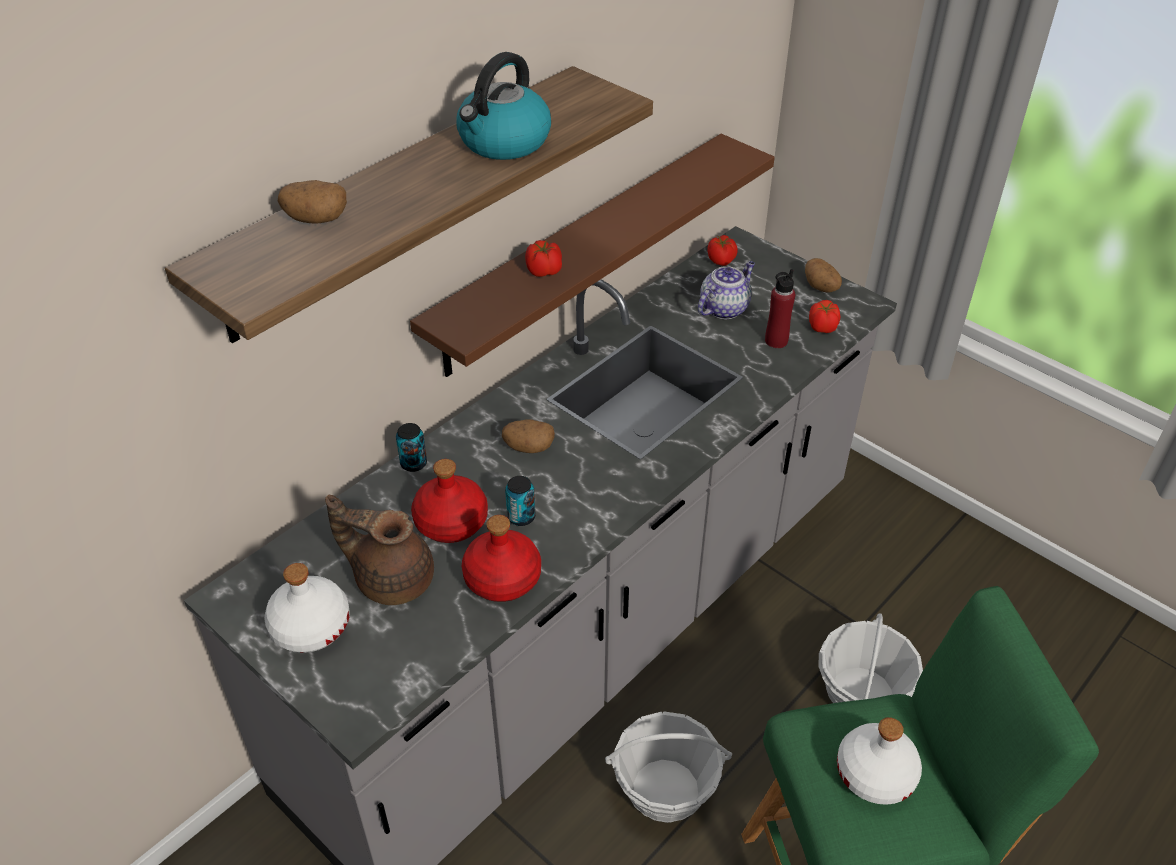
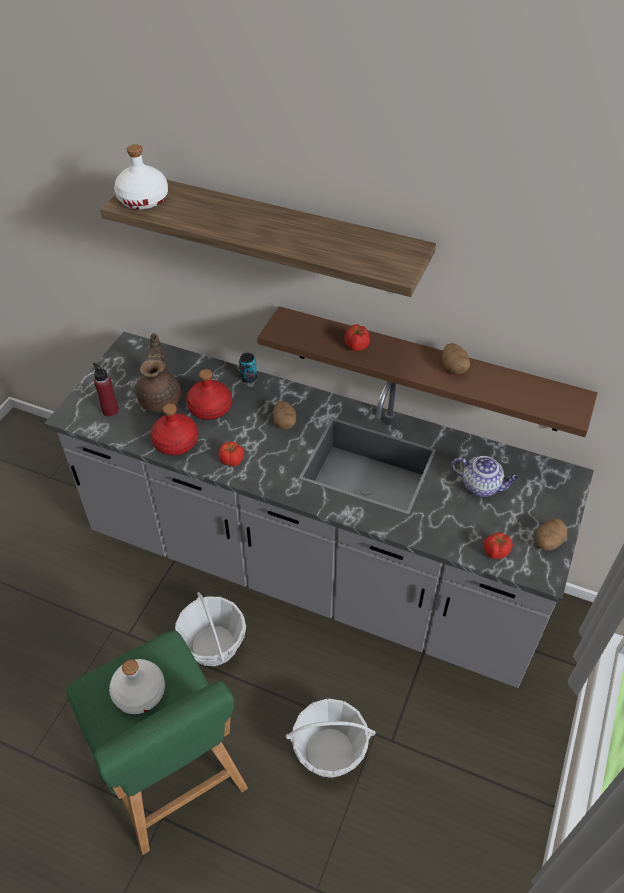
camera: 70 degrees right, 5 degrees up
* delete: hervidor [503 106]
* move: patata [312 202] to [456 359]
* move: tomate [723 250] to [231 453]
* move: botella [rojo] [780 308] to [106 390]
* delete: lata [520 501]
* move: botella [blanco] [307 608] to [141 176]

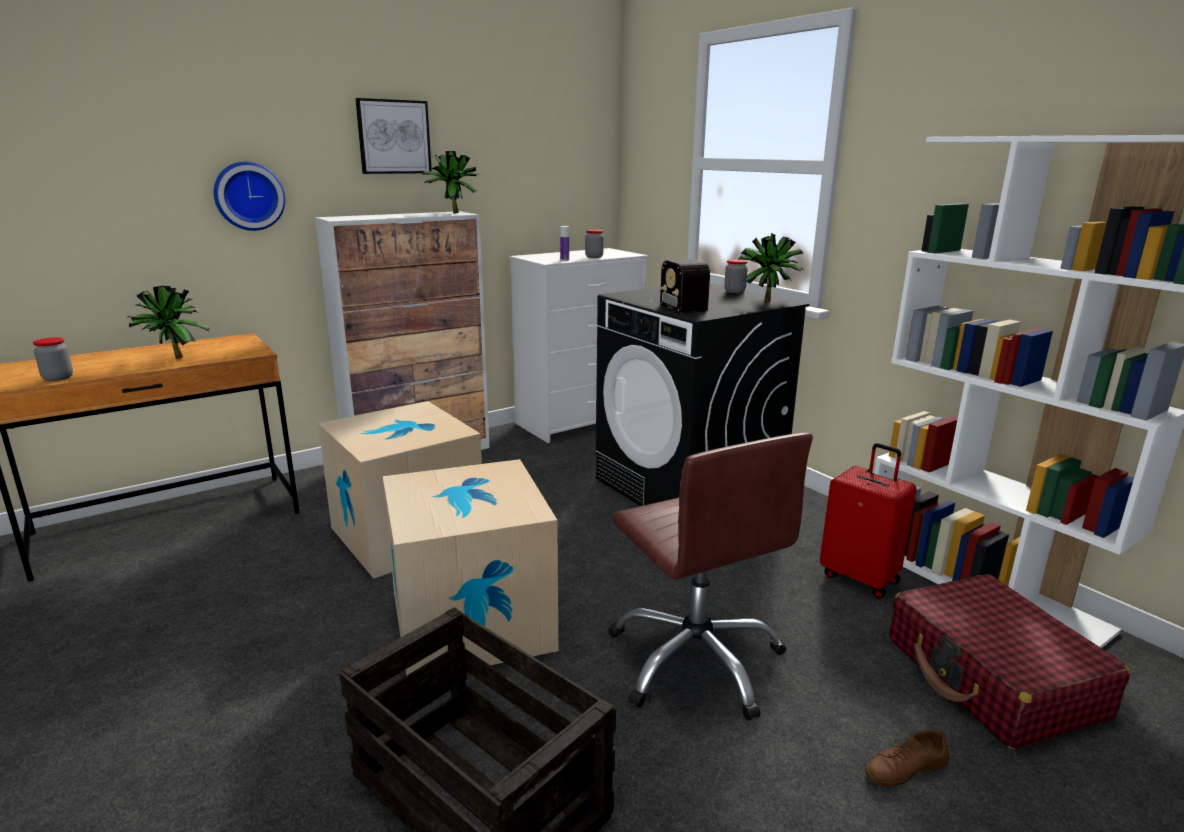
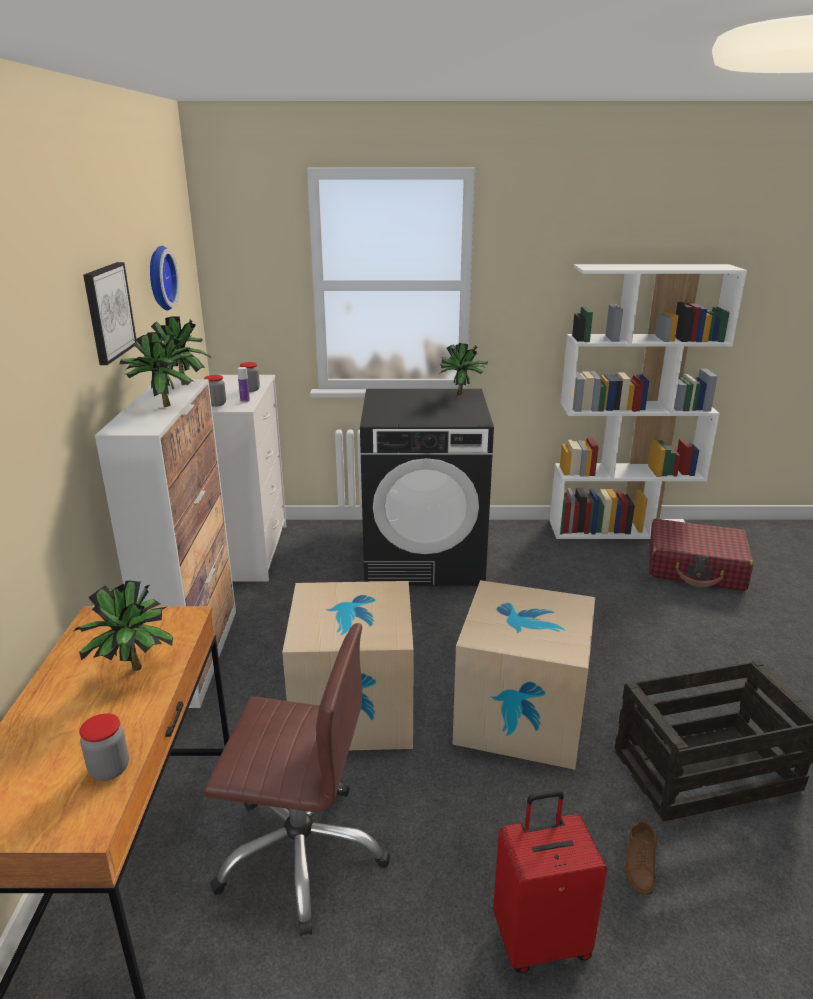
camera: 55 degrees left, 5 degrees up
* move: reloj de pared [249 196] to [164 278]
* delete: radio [680 286]
* move: tarro [736 276] to [215 391]
* move: silla de oficina [marrón] [710 576] to [297 779]
* move: maleta [rojo] [868 521] to [550 881]
* move: zapato [marrón] [907 758] to [641 857]
* insert: planta en maceta [157 369]

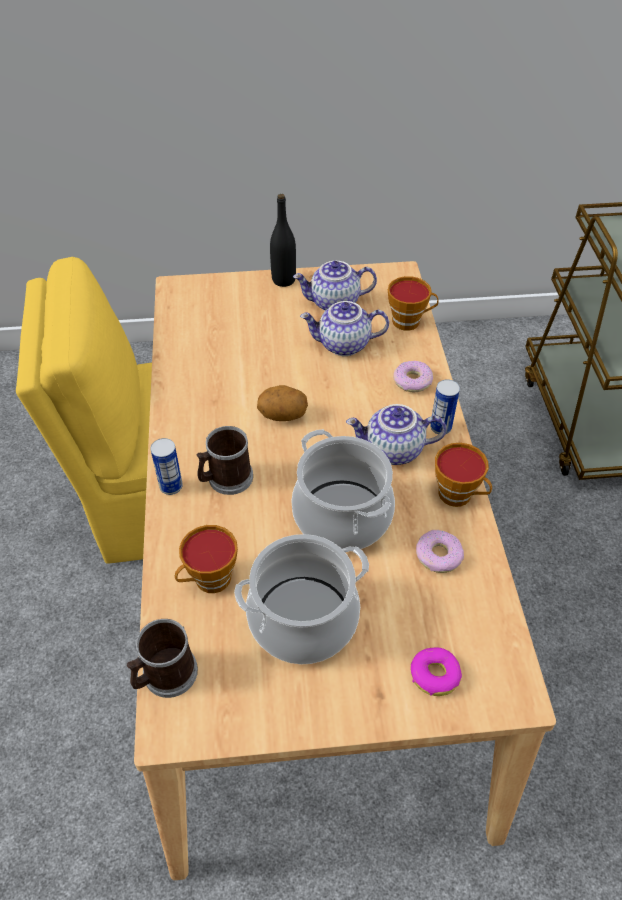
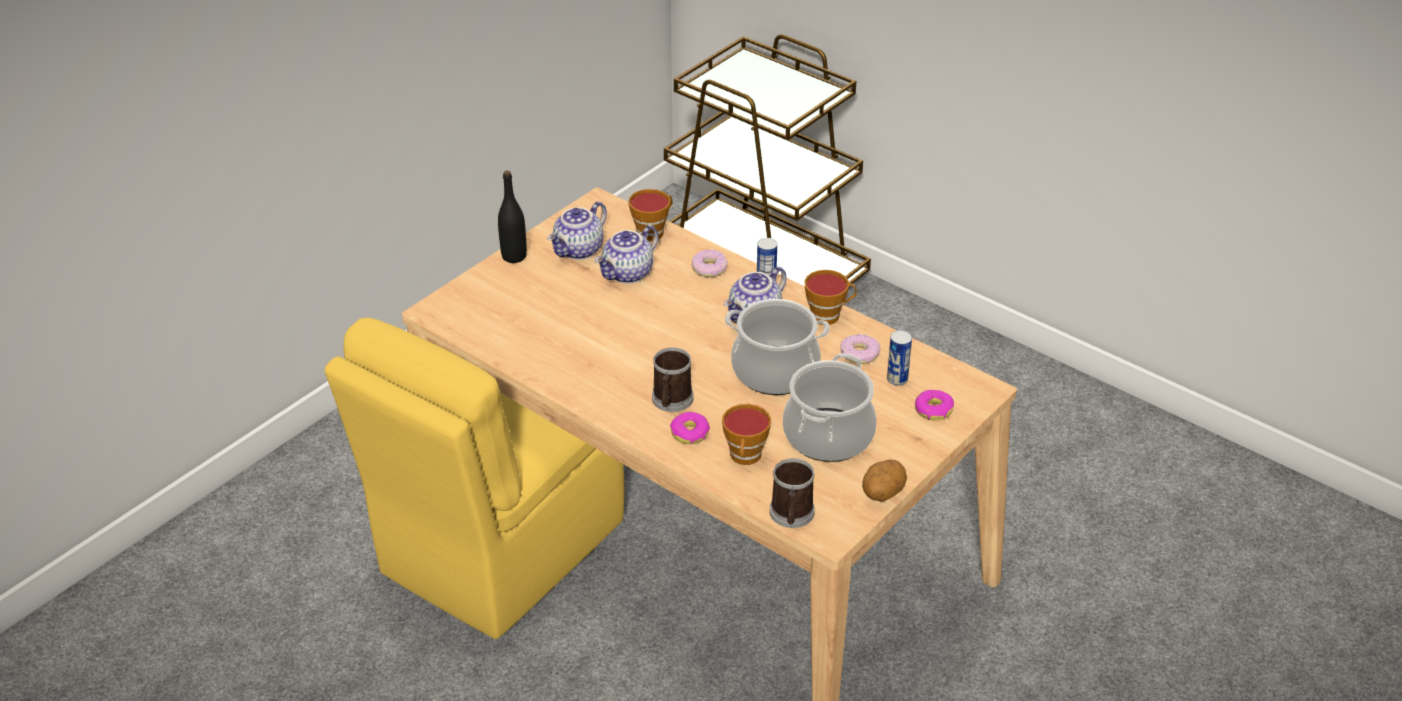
camera: 45 degrees left, 10 degrees down
* move: patata [282 403] to [884 480]
* move: lata [166 466] to [899 358]
* insert: rosquilla [690 428]

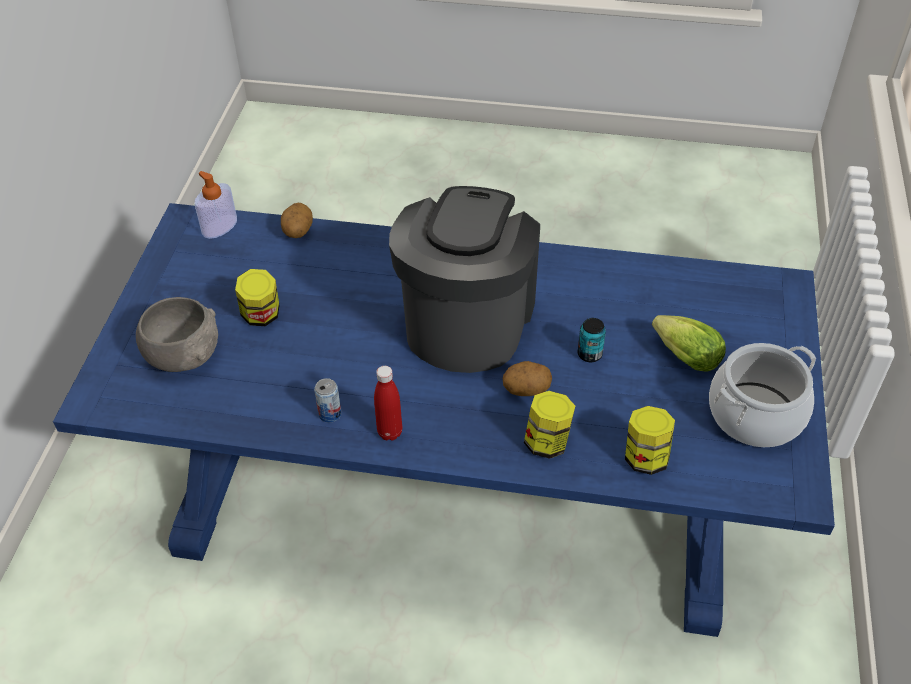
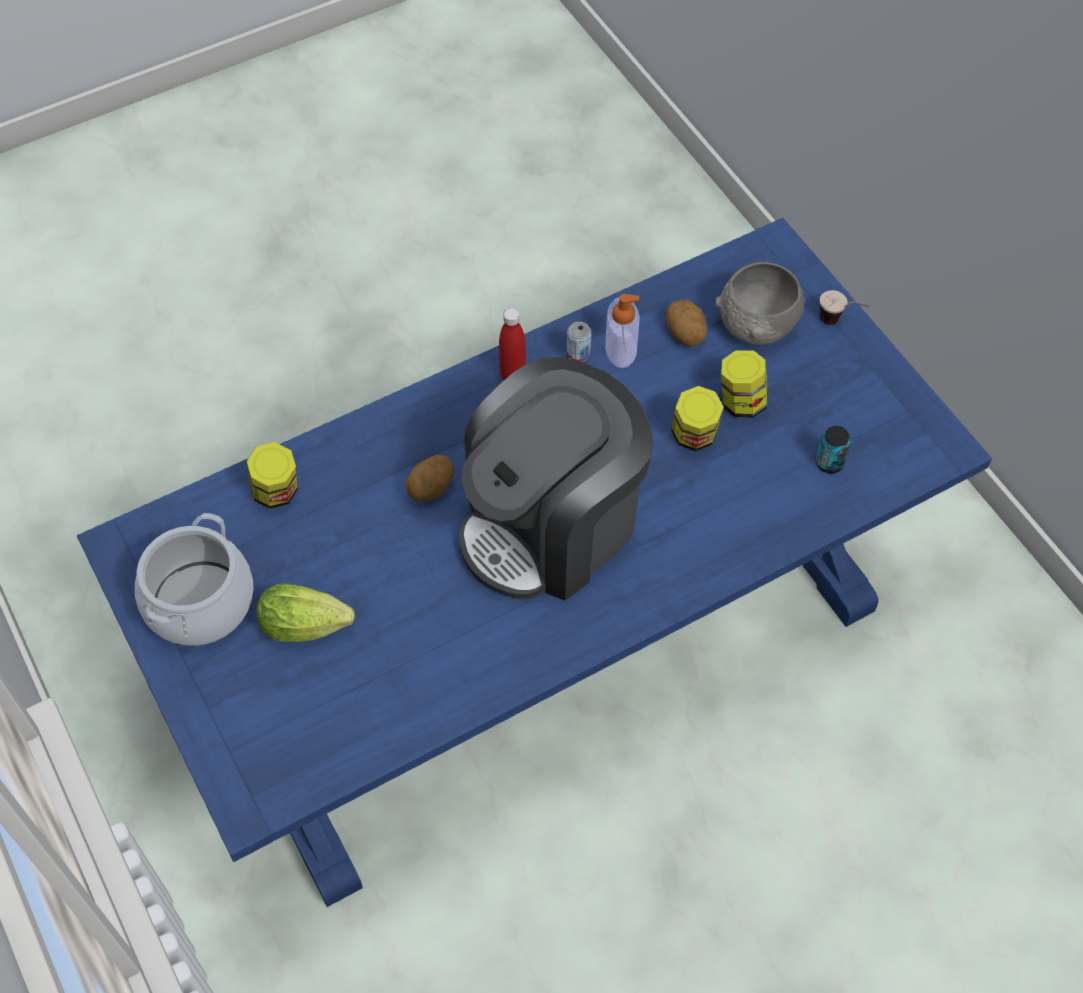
camera: 140 degrees right, 10 degrees up
* move: dispensador de jabón [215 205] to [622 331]
* rotate: cafetera [464 279] = [556 479] 75 degrees clockwise
* move: patata [297 220] to [686 323]
* move: lata [592 340] to [833 449]
* move: tarro [549 425] to [697 418]
* insert: taza [844 307]

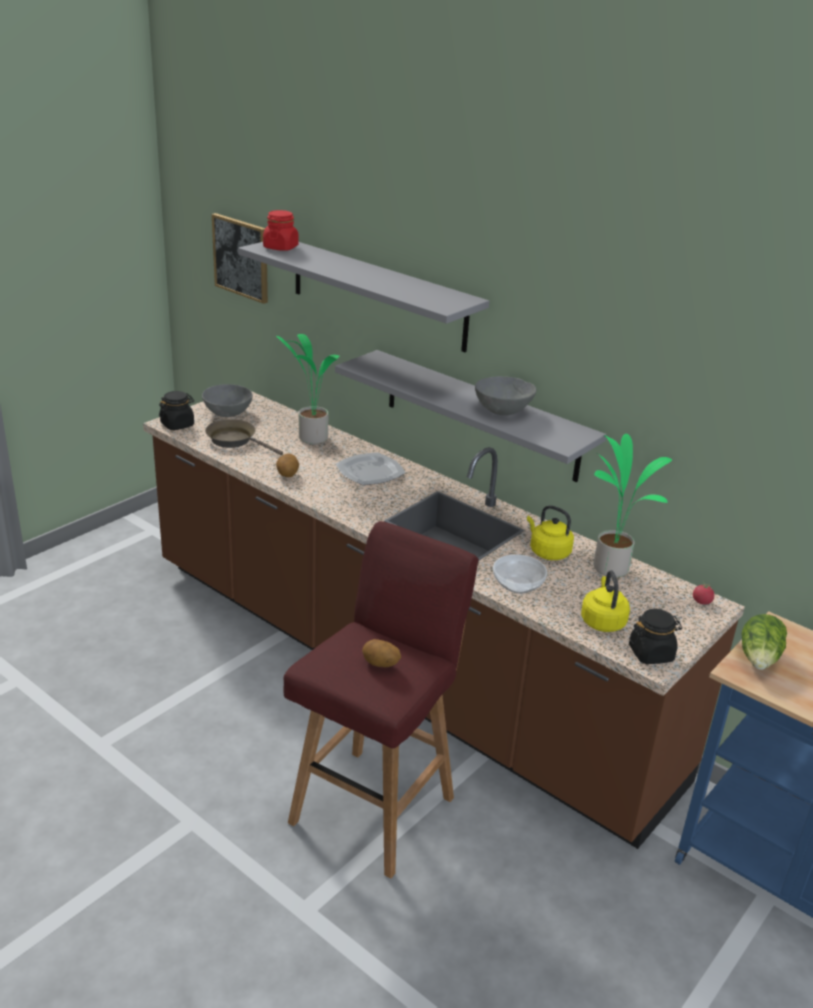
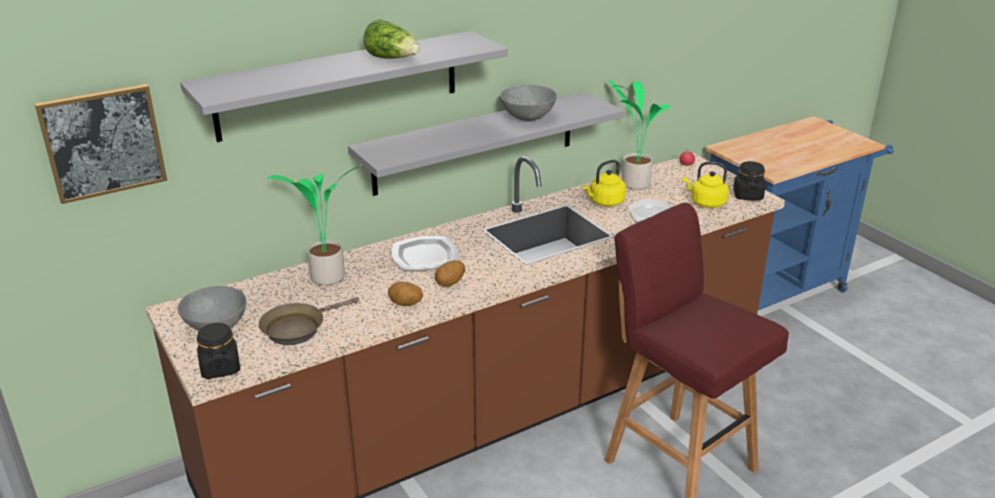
camera: 70 degrees left, 0 degrees up
* delete: tarro [rojo] [281 230]
* move: lechuga [764 642] to [391 38]
* move: patata [381 653] to [450 273]

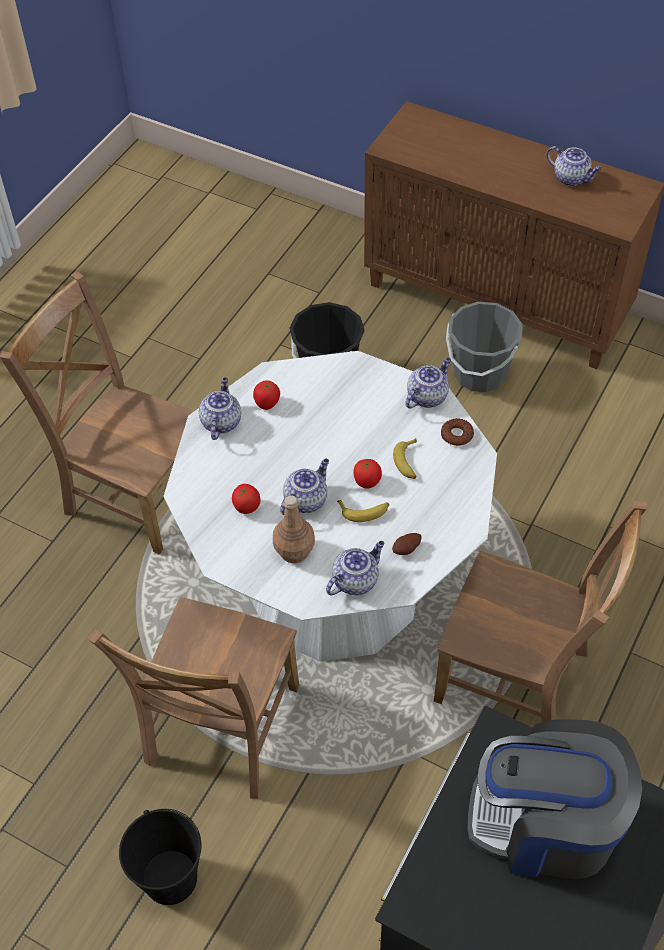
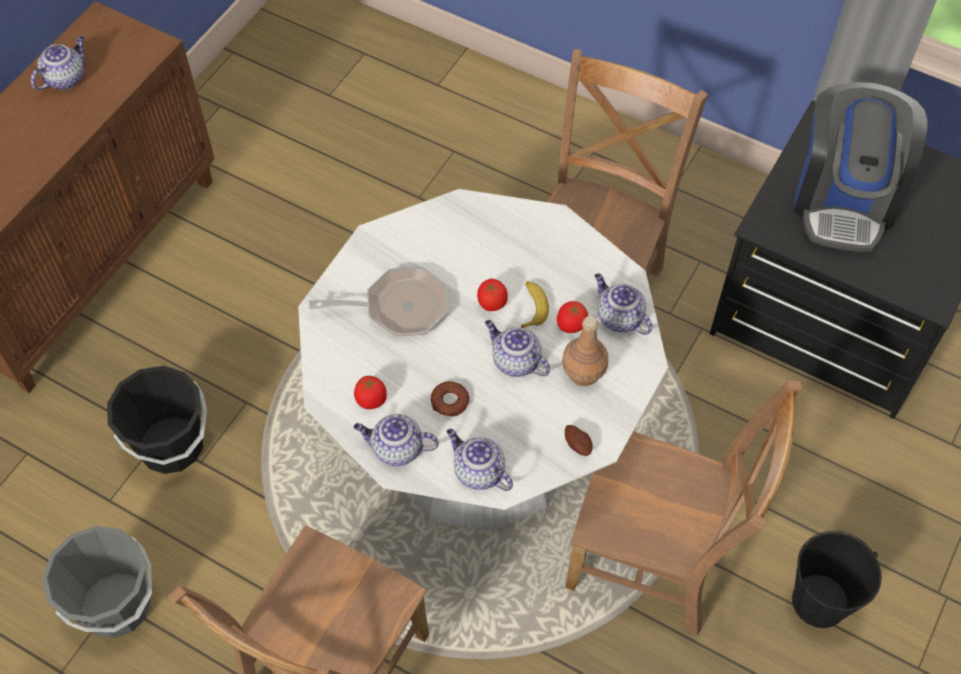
camera: 90 degrees left, 5 degrees up
* move: cubo [gris] [484 347] to [97 582]
* move: tetera [428 383] to [480 460]
* move: rosquilla [457 432] to [450 398]
* delete: plátano [405 458]
* move: tomate [246 499] to [572 317]
* move: patata [407 544] to [579 440]
* insert: sartén [379 301]

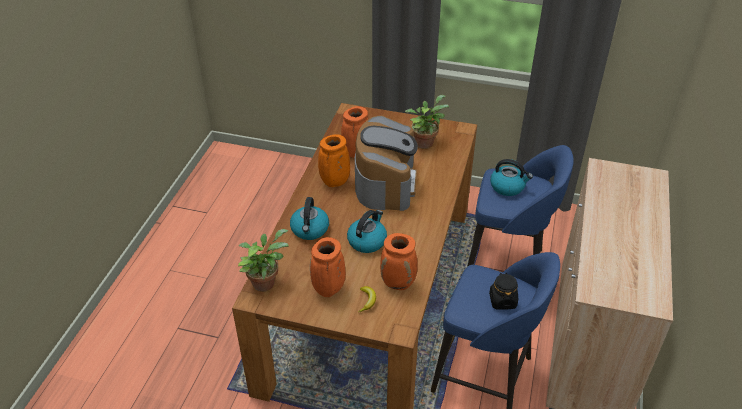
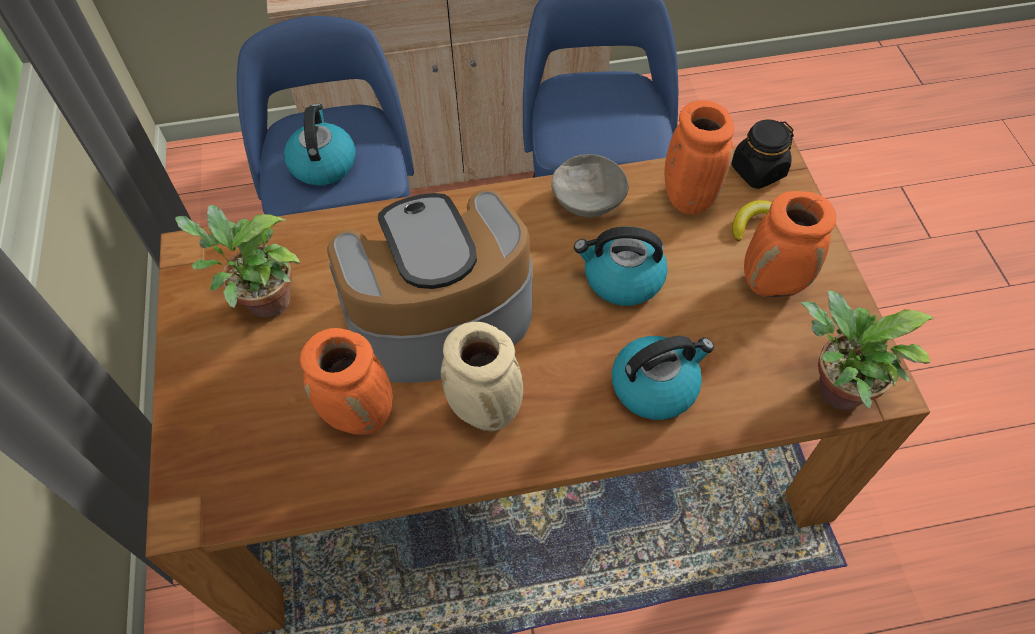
camera: 115 degrees left, 15 degrees up
* recolor: florero [naranja] [334 160] to florero [beis] [482 376]
* move: tarro [negro] [503 291] to [762 154]
* insert: cuenco [gris] [590 185]

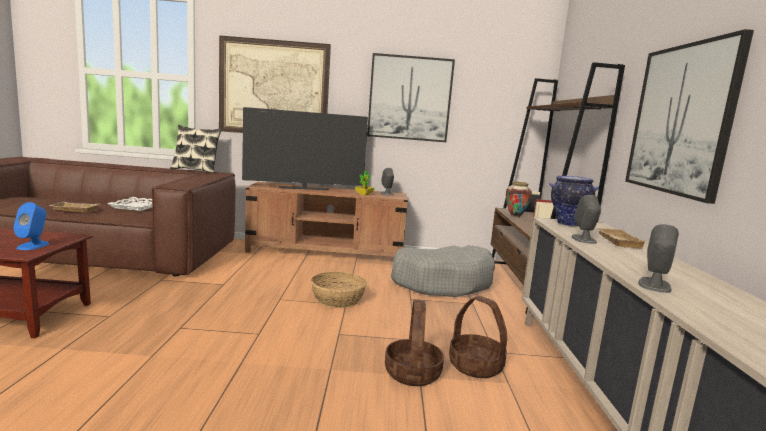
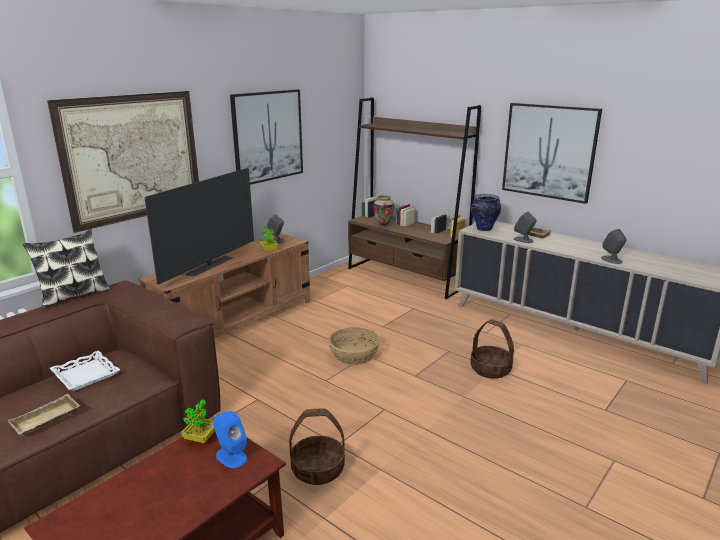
camera: 50 degrees left, 10 degrees up
* delete: cama para perro [gris] [442 271]
* move: cesta [478 337] to [317 446]
* insert: planta en maceta [198 421]

